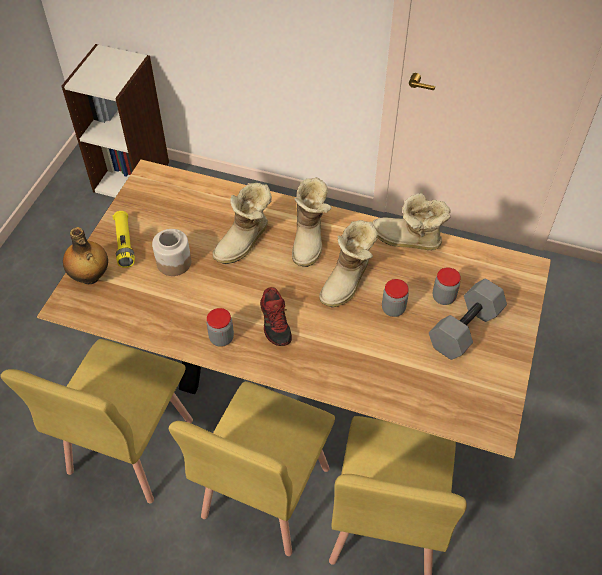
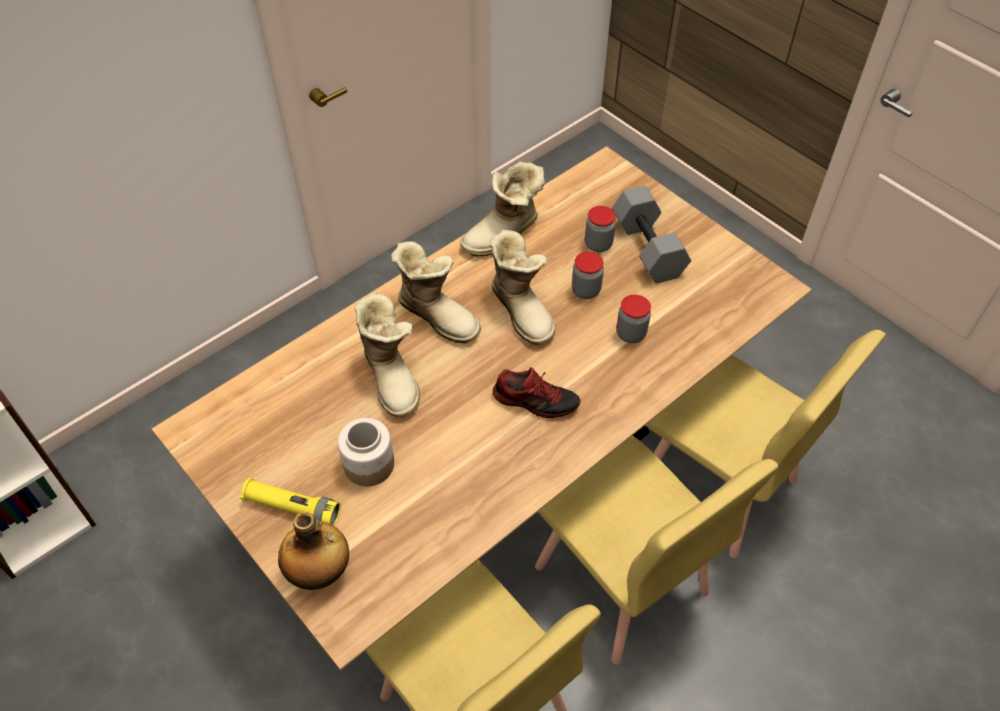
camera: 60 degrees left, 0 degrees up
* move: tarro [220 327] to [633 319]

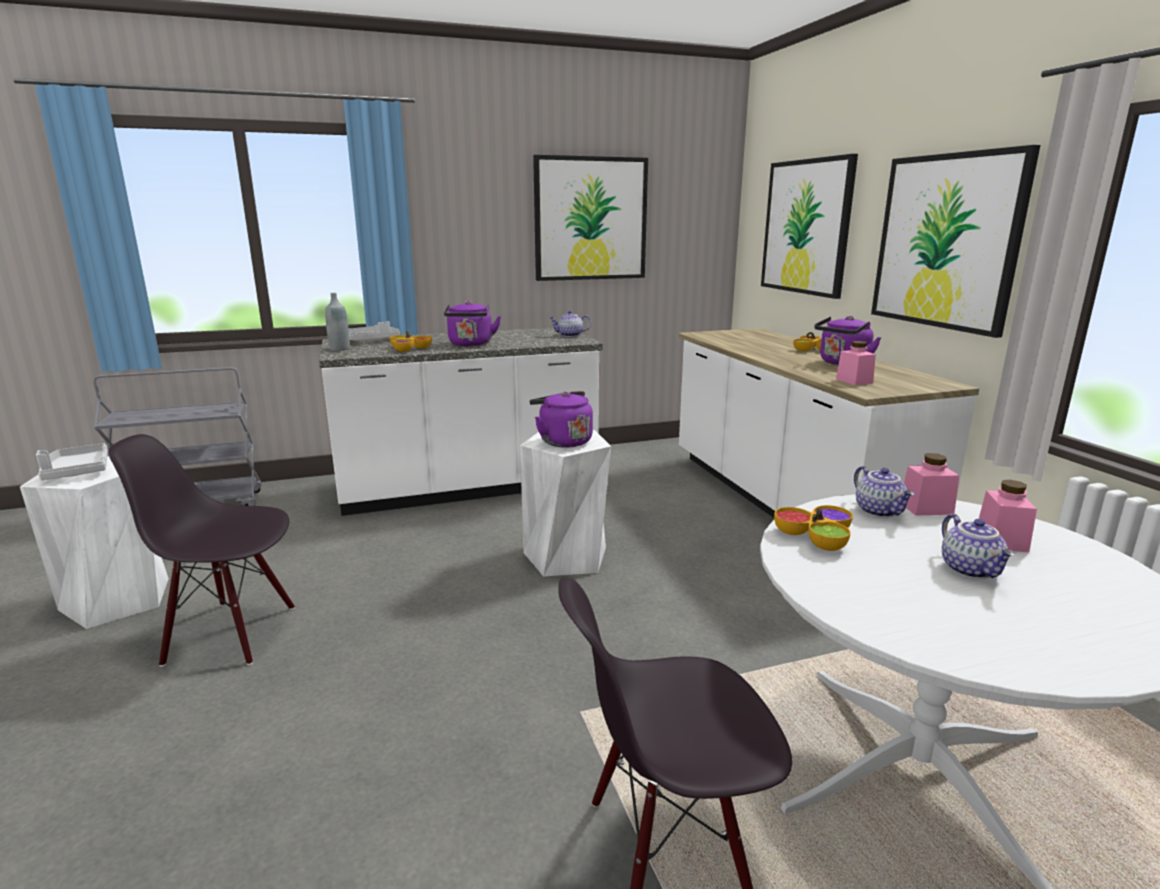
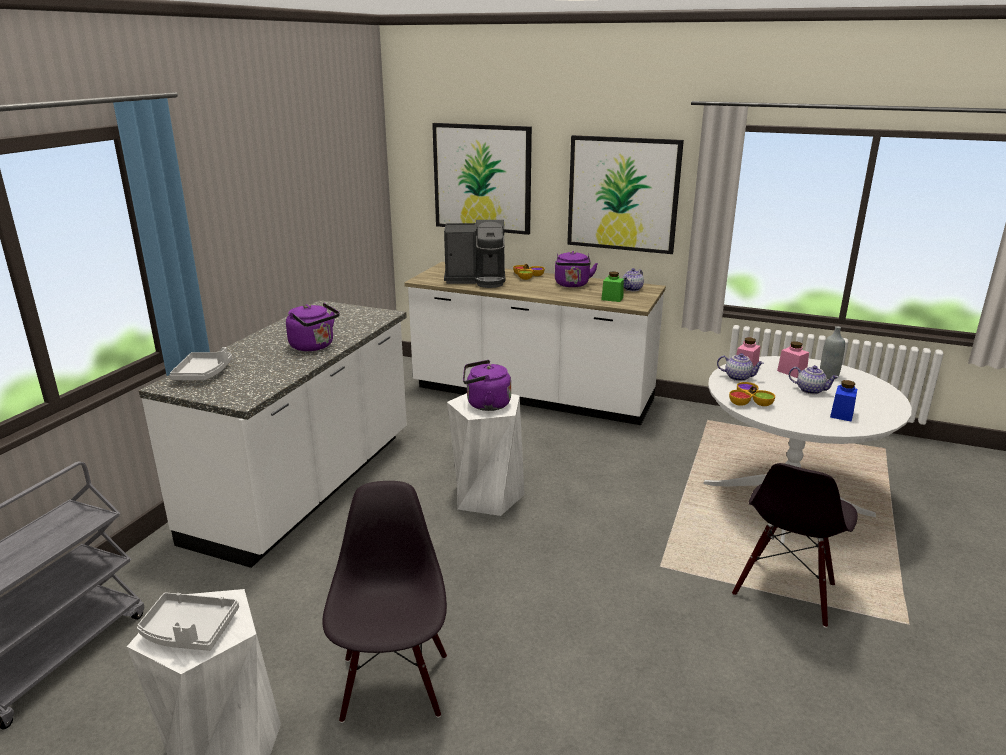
camera: 50 degrees left, 5 degrees up
* delete: cuadro [590 218]
* move: botella [gris] [337 322] to [832 352]
* move: tetera [570 323] to [633 279]
* delete: cuenco [411 341]
* recolor: tarro [rosa] [856 363] to tarro [verde] [612 287]
* rotate: silla [negro] [201 550] = [384 602] 135 degrees clockwise
* insert: cafetera [474 254]
* insert: tarro [azul] [843 400]

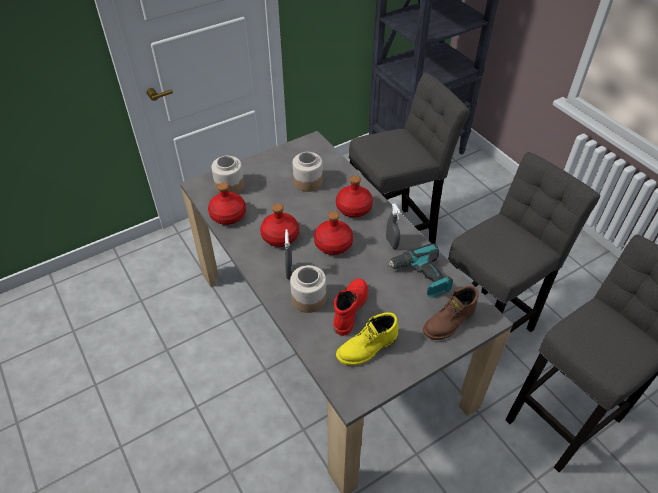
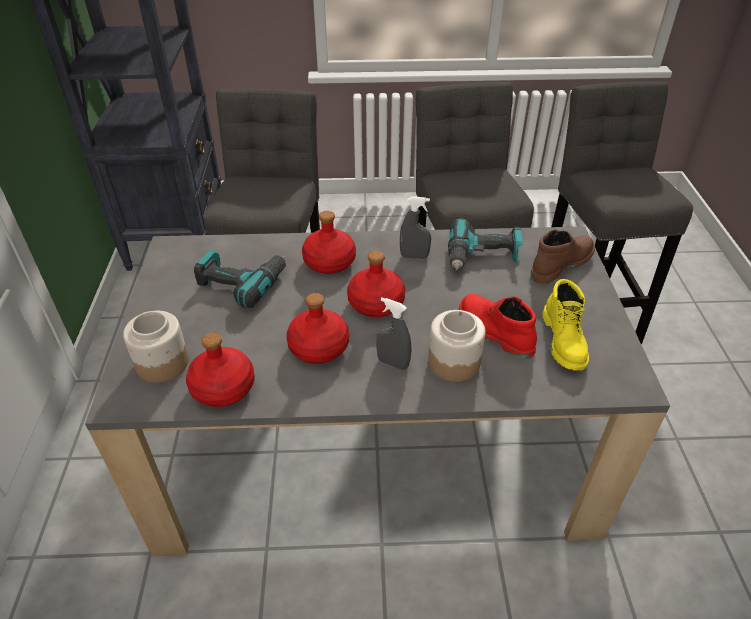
camera: 60 degrees left, 5 degrees down
* replace: tarro [308 172] to taladro [240 279]
* rotate: bota [marrón] [451 313] = [562 257] 120 degrees counterclockwise

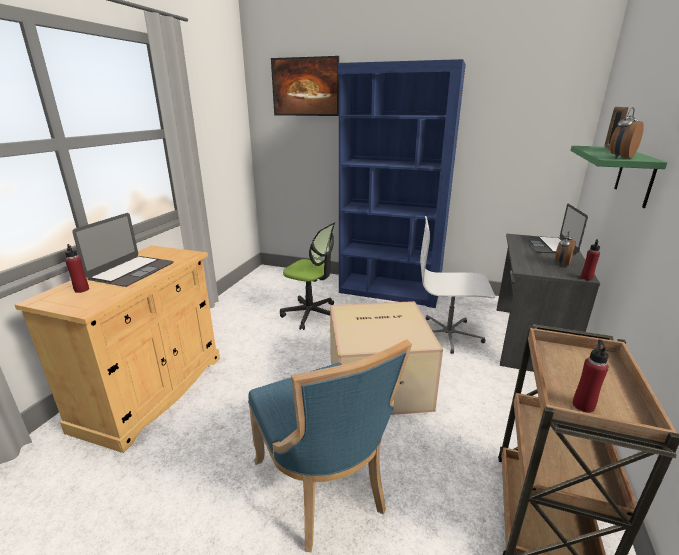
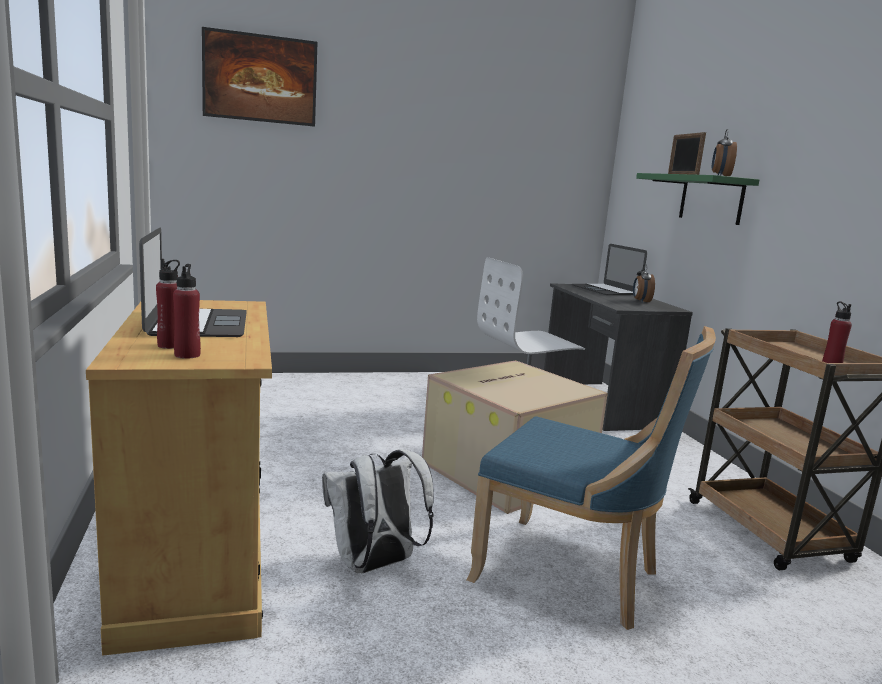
camera: 35 degrees left, 10 degrees down
* delete: estantería [azul] [402 183]
* delete: silla de oficina [307 276]
* move: botella [rojo] [590 260] to [187 311]
* insert: mochila [blanco] [378 511]

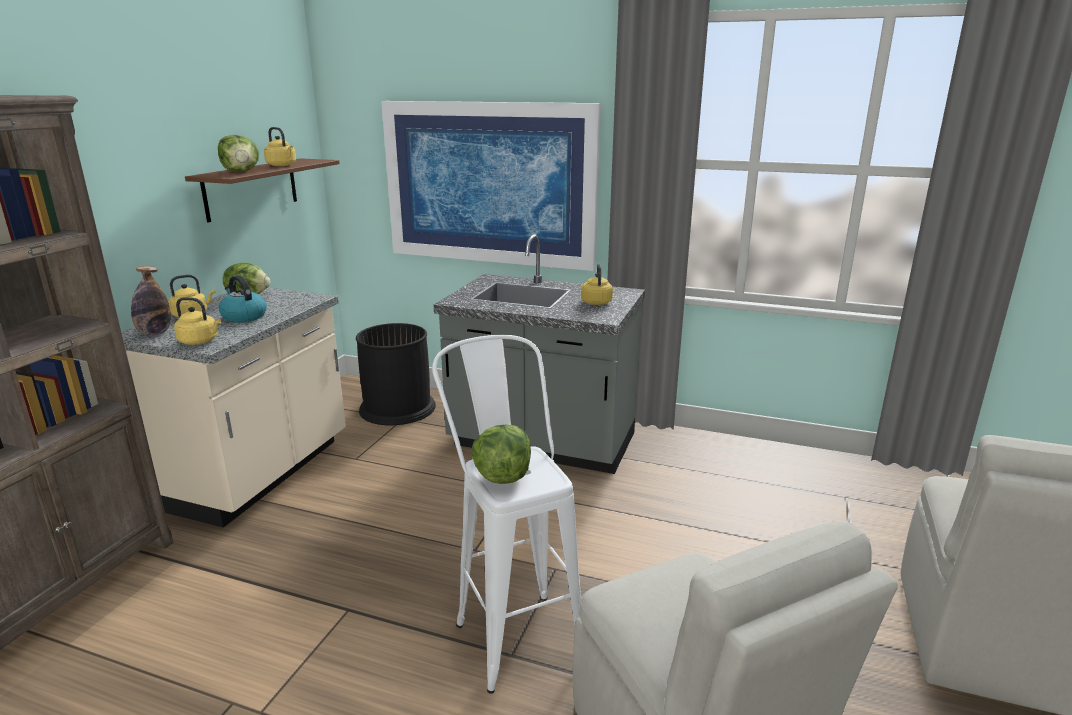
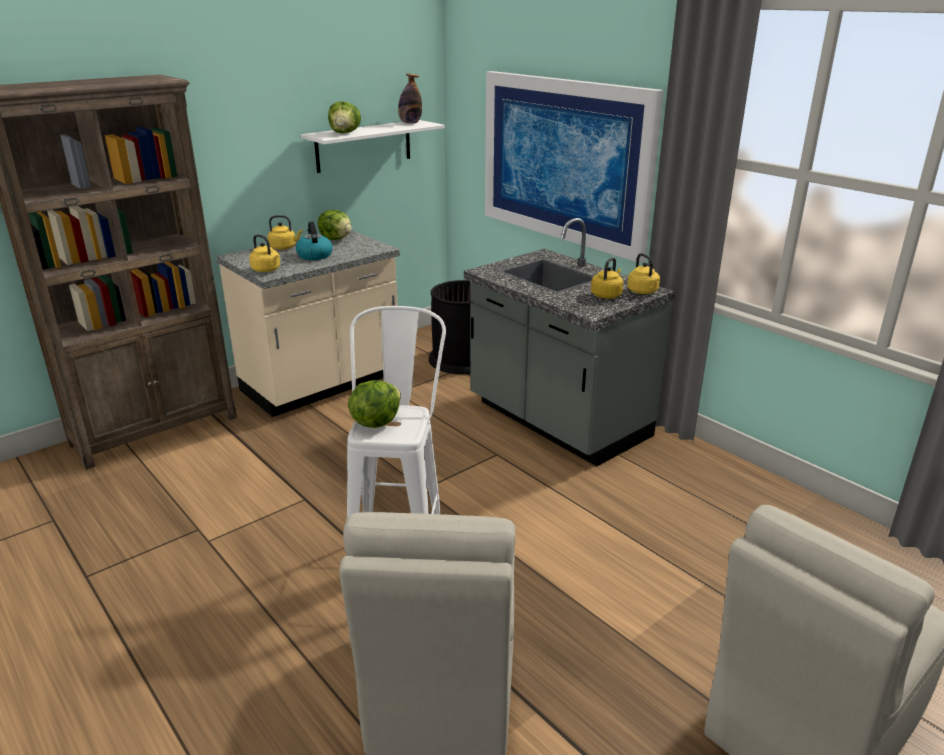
camera: 30 degrees right, 5 degrees up
* move: hervidor [amarillo] [280 146] to [643 273]
* recolor: estante [marrón] [262 190] to estante [blanco] [373 146]
* move: botella [151 300] to [410 99]

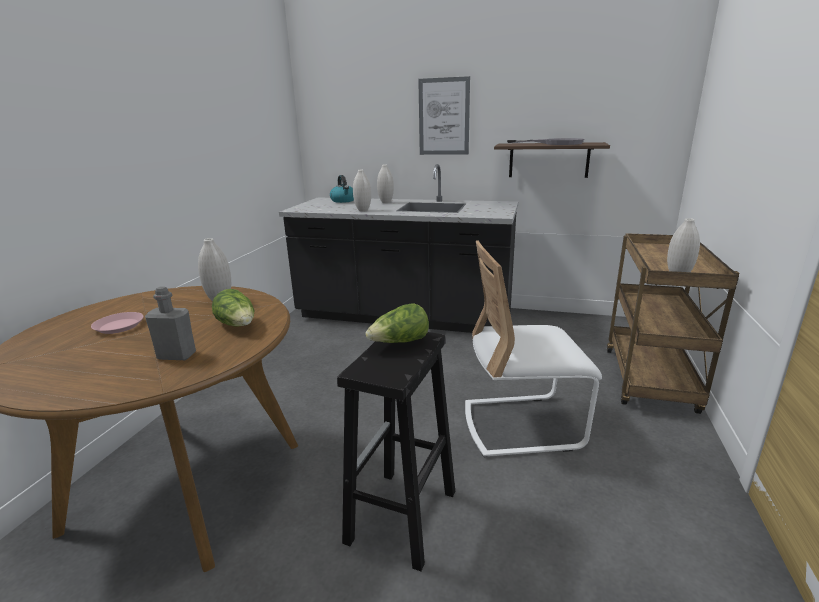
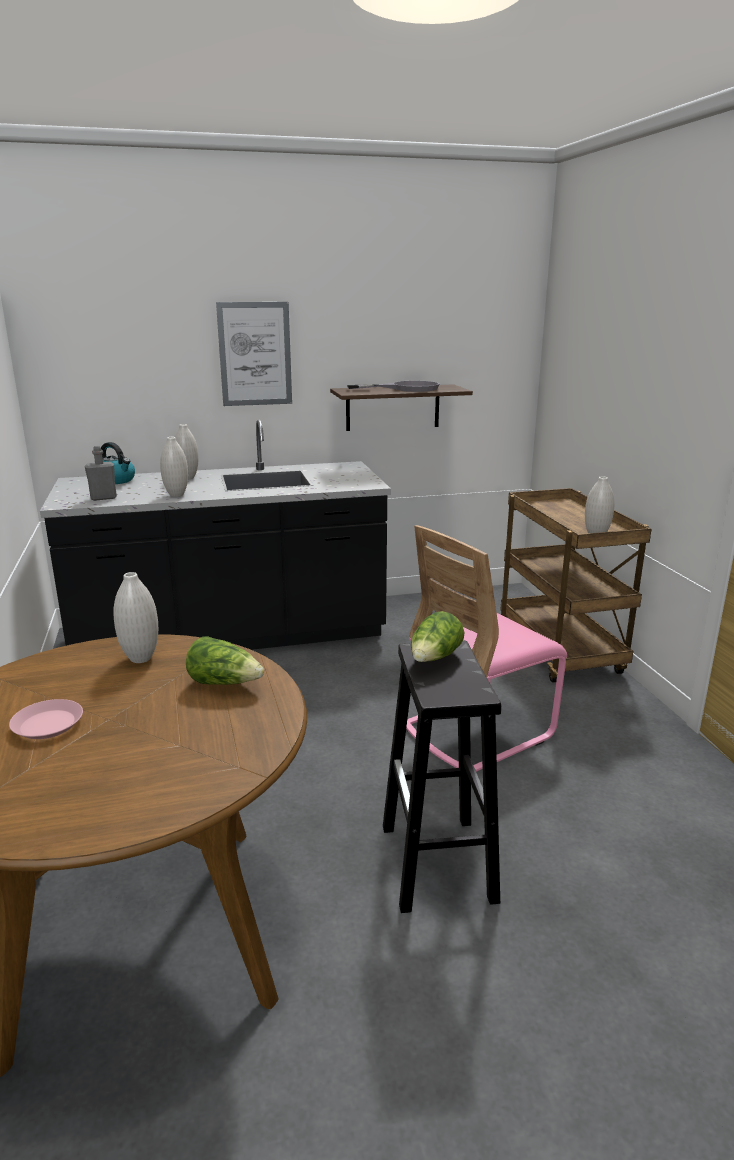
camera: 30 degrees left, 0 degrees up
* recolor: silla [blanco] [533 349] to silla [rosa] [486 648]
* move: botella [gris] [170 323] to [100 473]

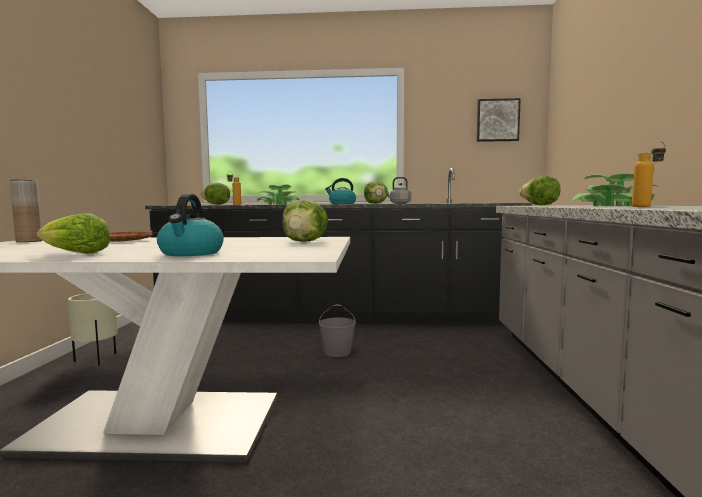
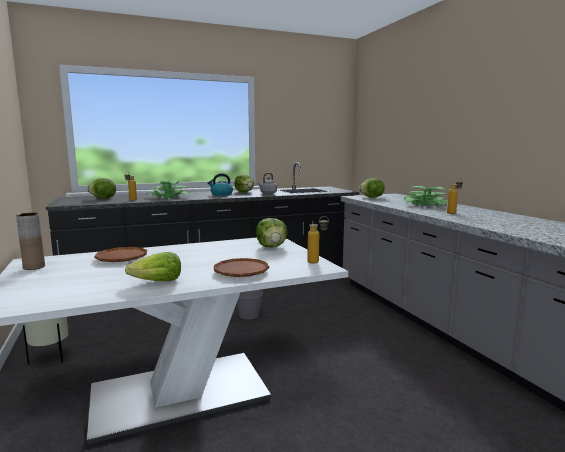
camera: 25 degrees left, 5 degrees up
* delete: cuadro [499 120]
* replace: hervidor [190 224] to plato [marrón] [242 267]
* insert: botella [318 239]

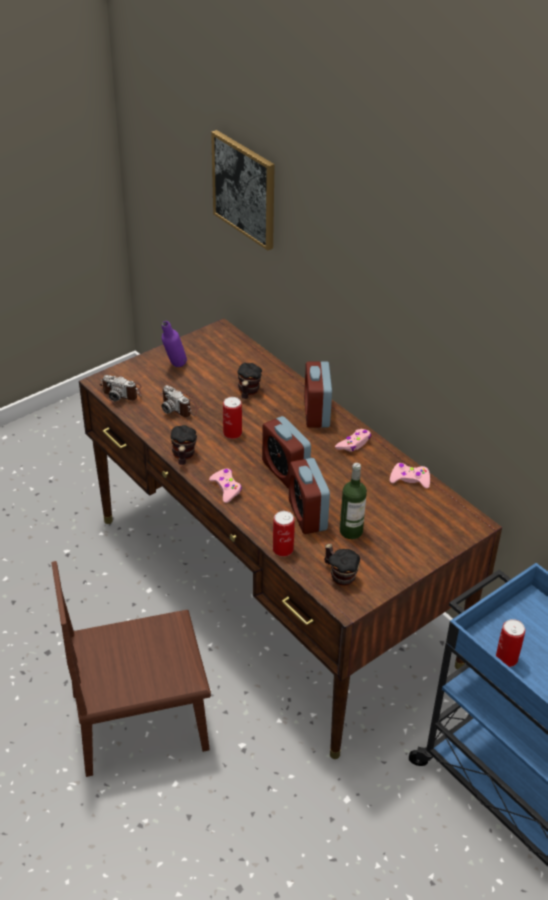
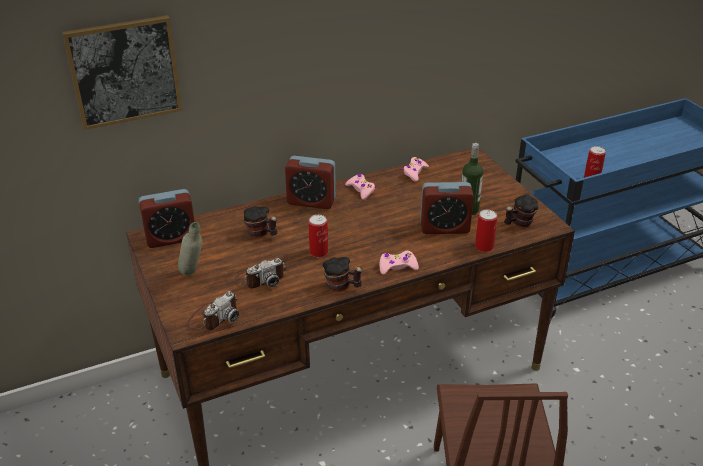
camera: 75 degrees left, 5 degrees down
* recolor: botella [morado] [174 344] to botella [gris] [190 249]
* move: despertador [286 452] to [166 218]

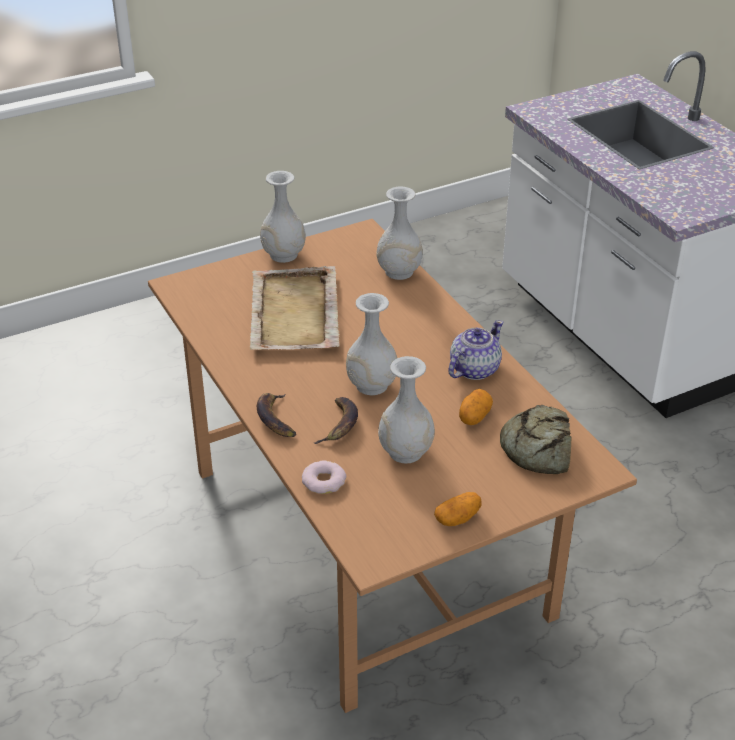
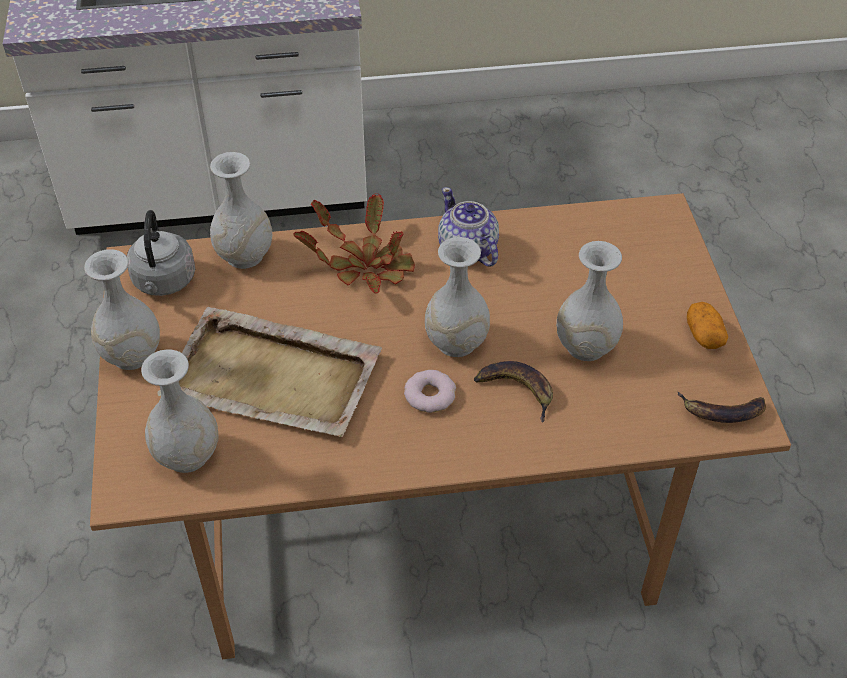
camera: 70 degrees left, 10 degrees up
* delete: patata [476 407]
* move: plátano [276 415] to [721 407]
* delete: pan [535 439]
* move: rosquilla [324 477] to [430 391]
* insert: planta en maceta [354 243]
* insert: hervidor [gris] [161 253]
* insert: florero [blanco] [180 411]

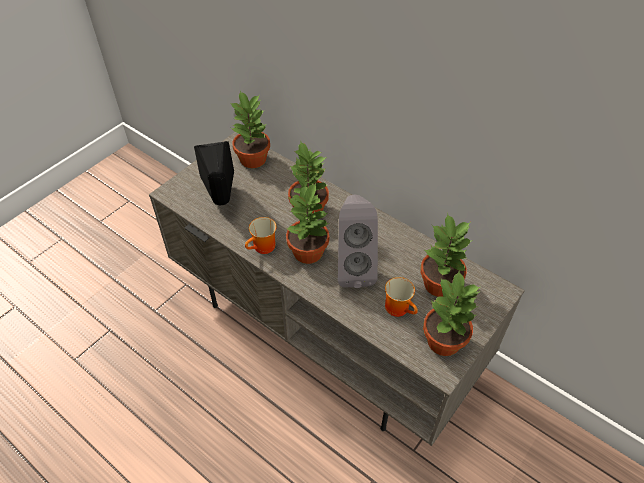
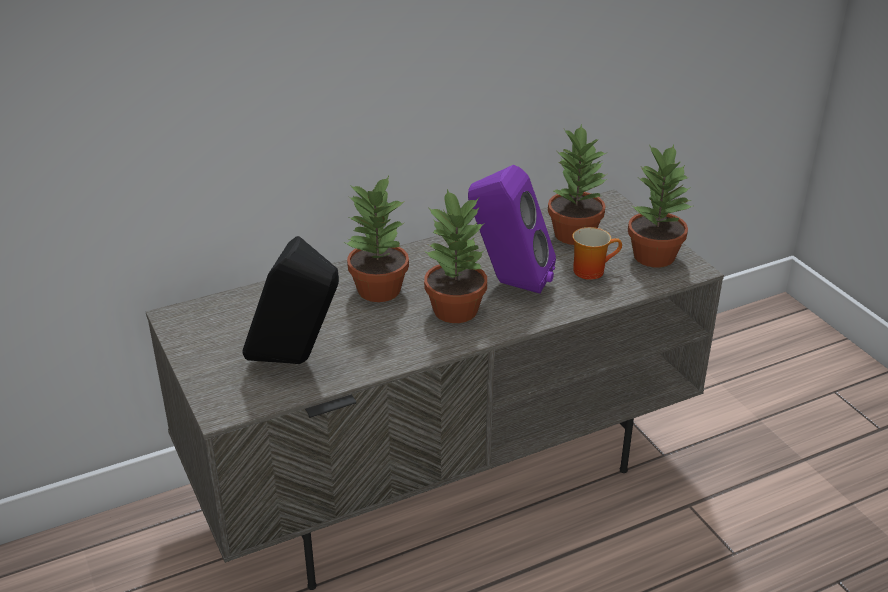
camera: 65 degrees left, 15 degrees down
* delete: planta en maceta [249 129]
* recolor: altavoz [gris] [358 241] to altavoz [morado] [512 229]
* delete: taza grande [260 235]

